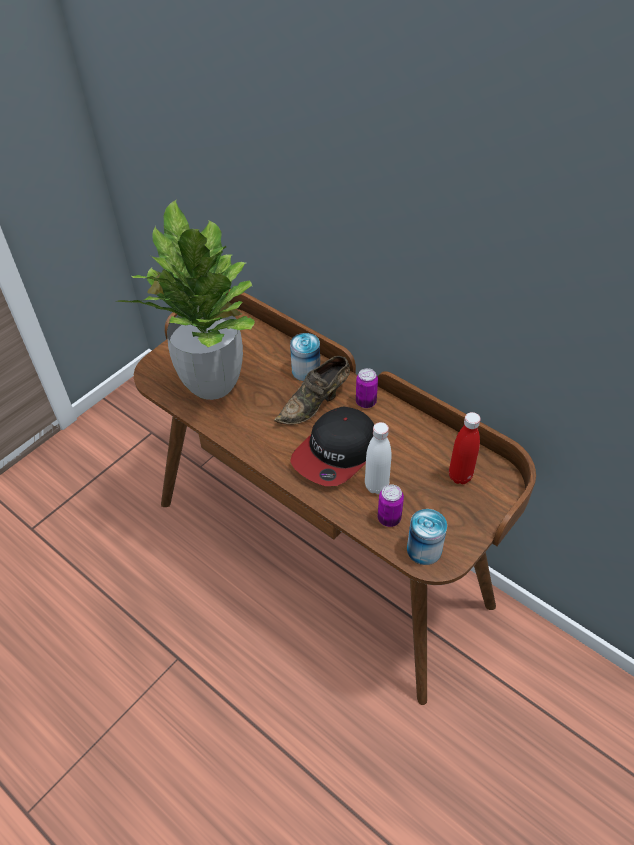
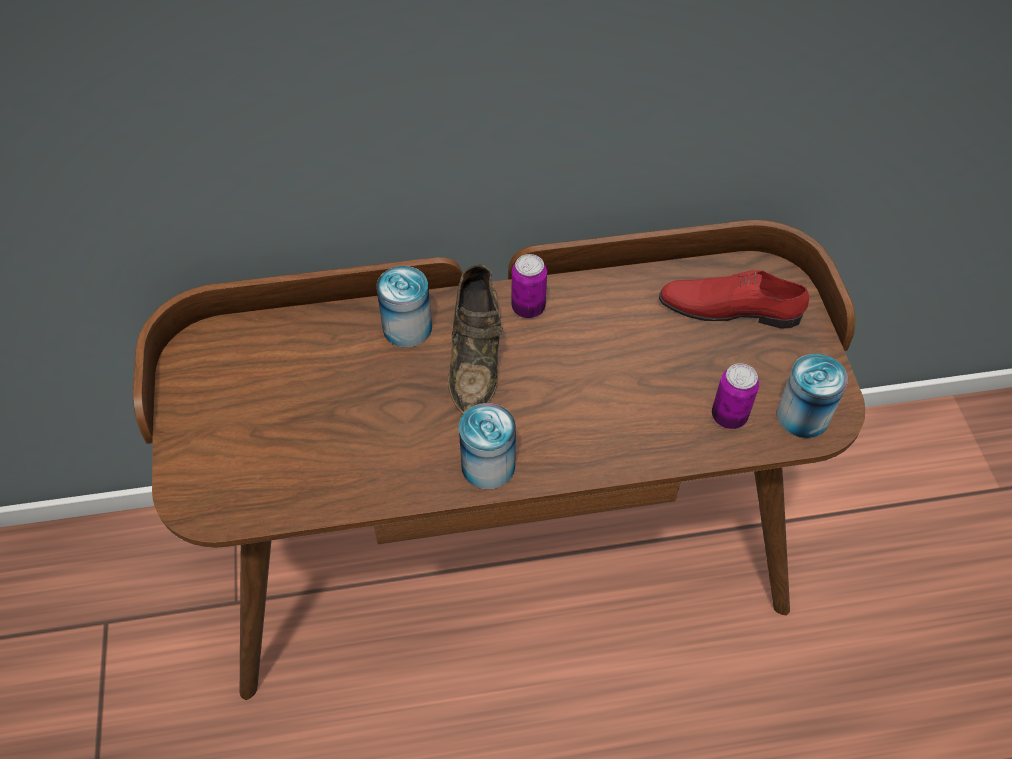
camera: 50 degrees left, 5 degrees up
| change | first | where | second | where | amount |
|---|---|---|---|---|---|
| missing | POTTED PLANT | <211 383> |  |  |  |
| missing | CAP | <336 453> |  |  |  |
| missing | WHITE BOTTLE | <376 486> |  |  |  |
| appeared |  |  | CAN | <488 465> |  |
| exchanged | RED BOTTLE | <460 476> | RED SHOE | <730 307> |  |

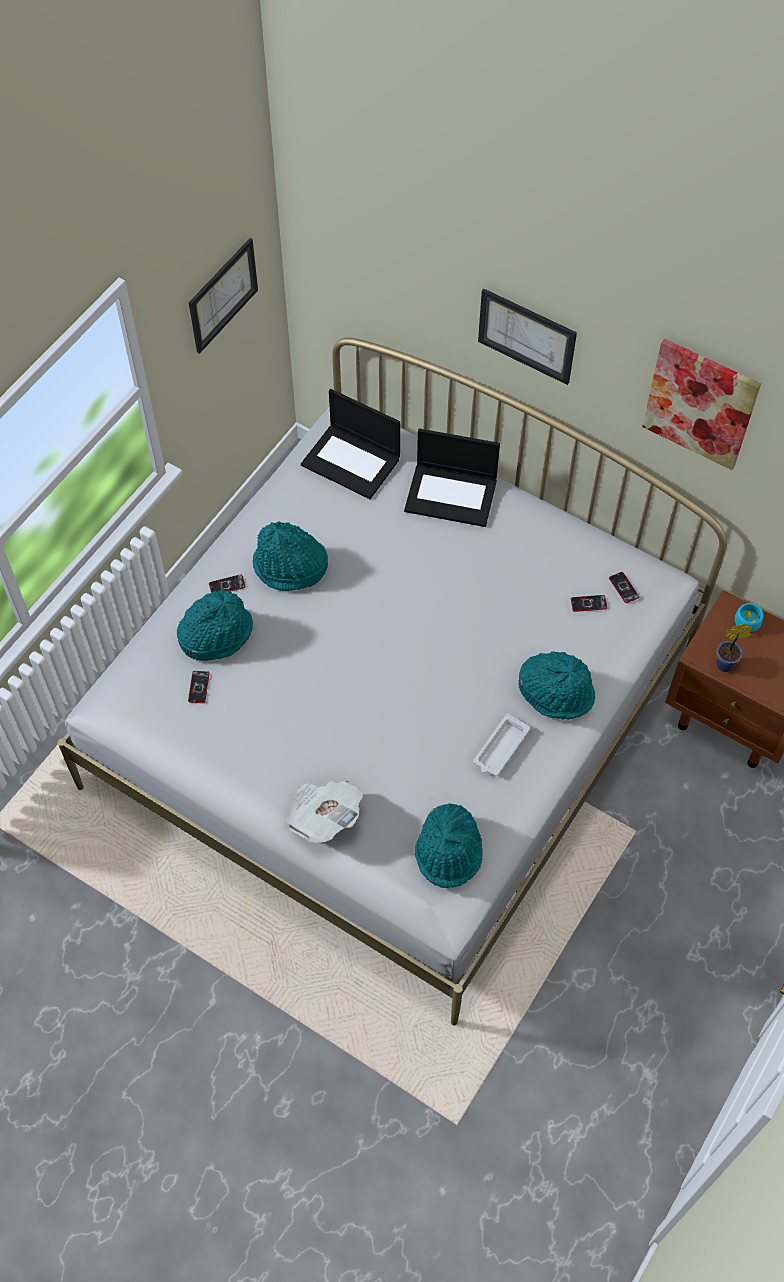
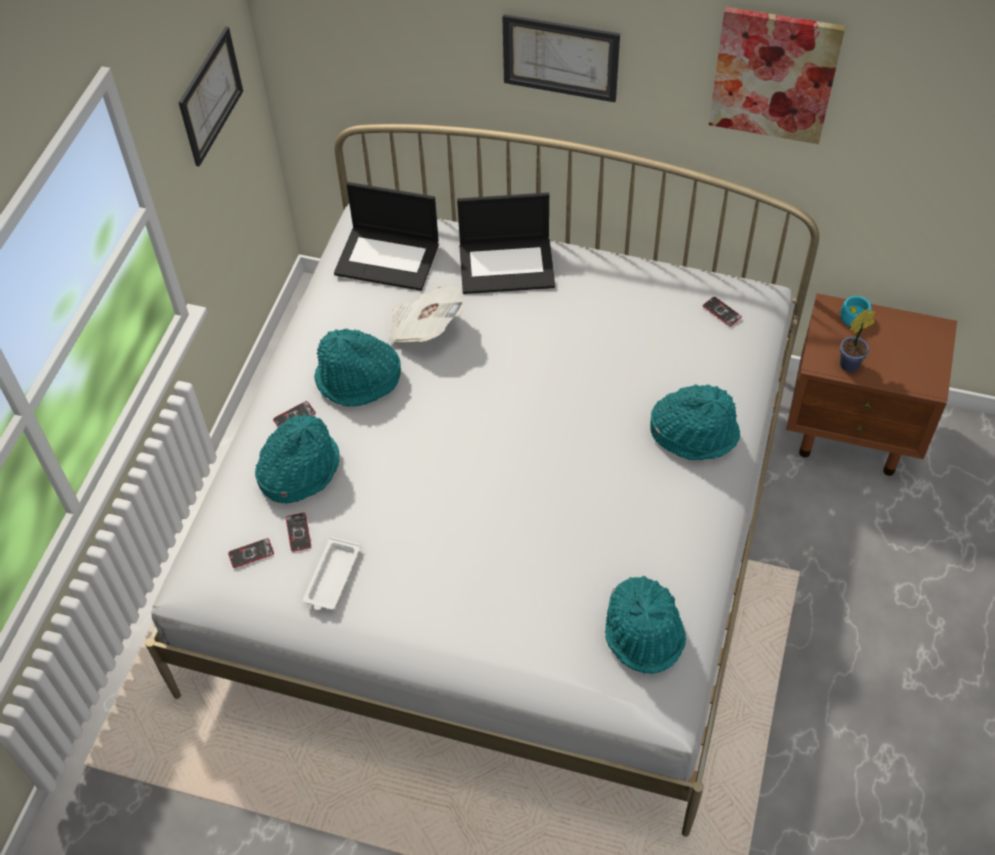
camera: 15 degrees left, 5 degrees down
| change | first | where | second | where | amount |
|---|---|---|---|---|---|
| relocated | NEWSPAPER | <323 816> |  | <425 328> |  |
| relocated | WHITE TRAY | <500 748> |  | <332 578> |  |
| relocated | PHONE | <588 603> |  | <251 553> |  |

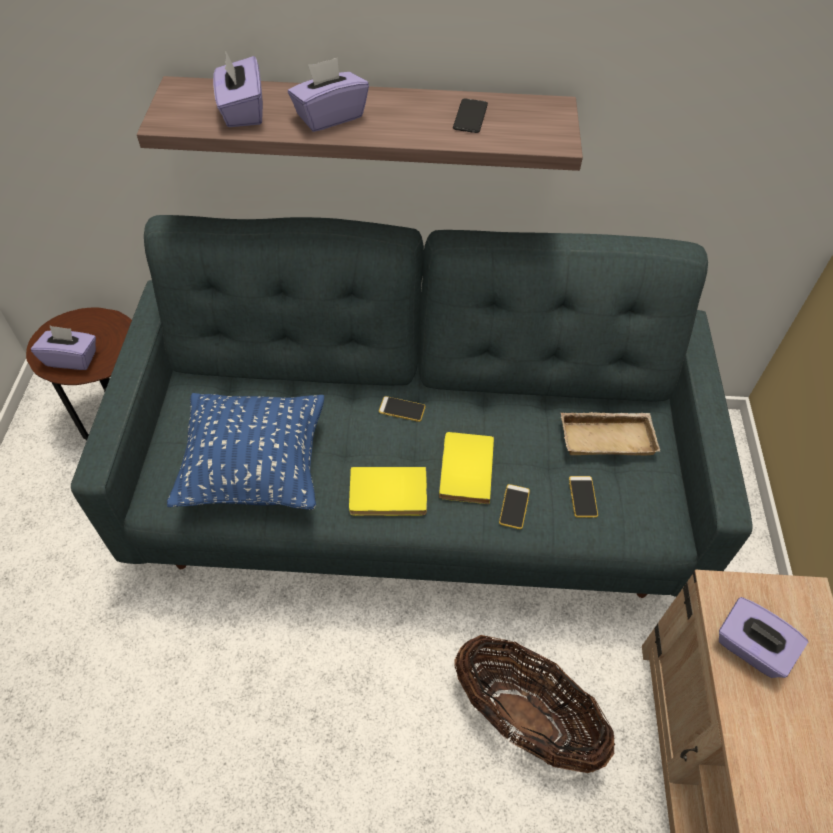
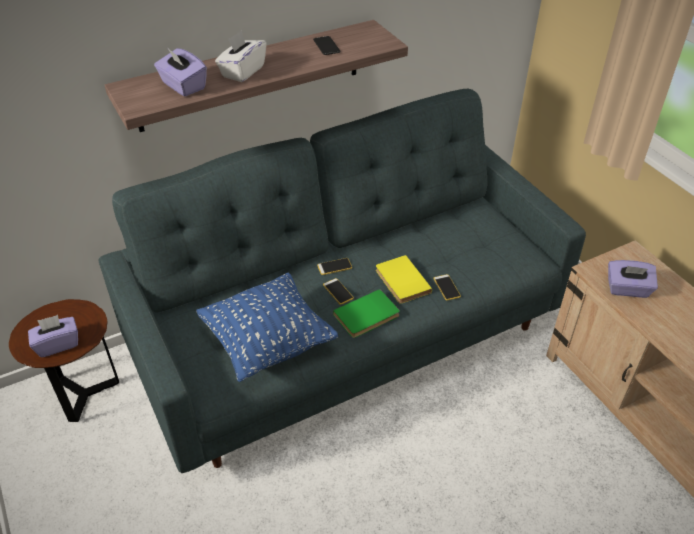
camera: 30 degrees left, 10 degrees down
| change | first | where | second | where | amount |
|---|---|---|---|---|---|
| missing | BASKET | <524 718> |  |  |  |
| missing | BEIGE TRAY | <607 436> |  |  |  |
| relocated | PHONE | <583 497> |  | <338 291> |  |
| colour | PURPLE TISSUE BOX | <329 116> | WHITE TISSUE BOX | <242 71> |  |
| colour | YELLOW BOOK | <388 495> | GREEN BOOK | <367 316> |  |

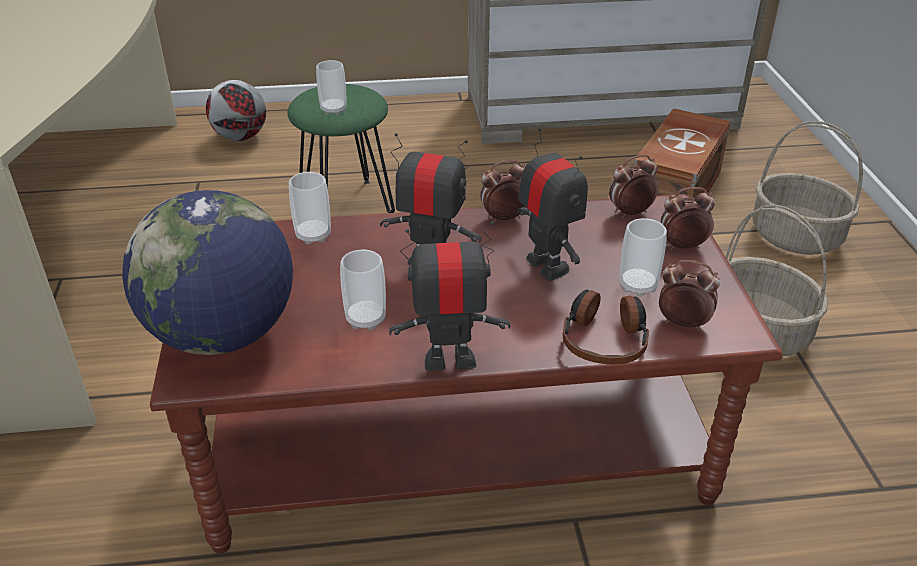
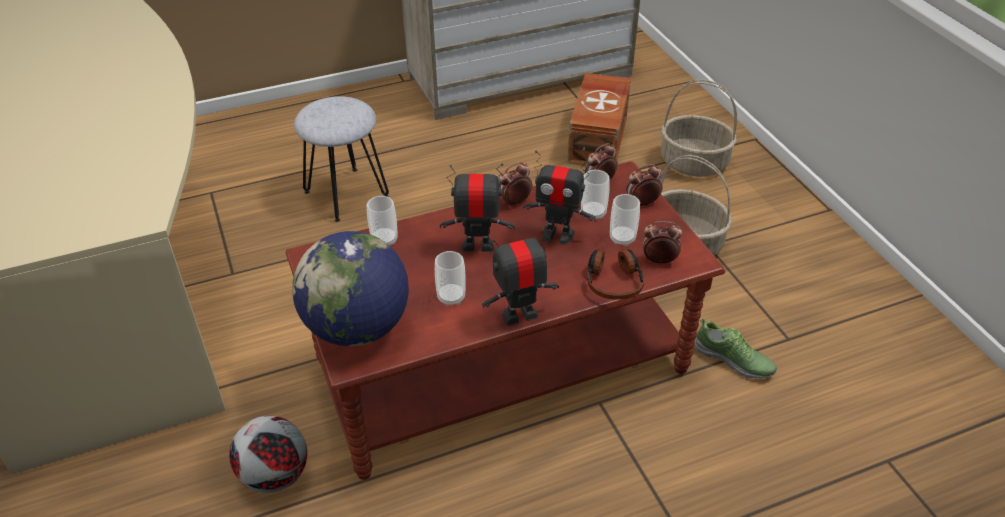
camera: 15 degrees left, 5 degrees up
| change | first | where | second | where | amount |
|---|---|---|---|---|---|
| appeared |  |  | SHOE | <733 360> |  |
| relocated | FOOTBALL | <239 137> |  | <274 476> |  |
| relocated | CUP | <333 110> |  | <593 213> |  |
| colour | GREEN STOOL | <346 206> | GREY STOOL | <346 194> |  |
| spun | TOY ROBOT | <547 266> |  | <557 234> | 150 degrees clockwise |

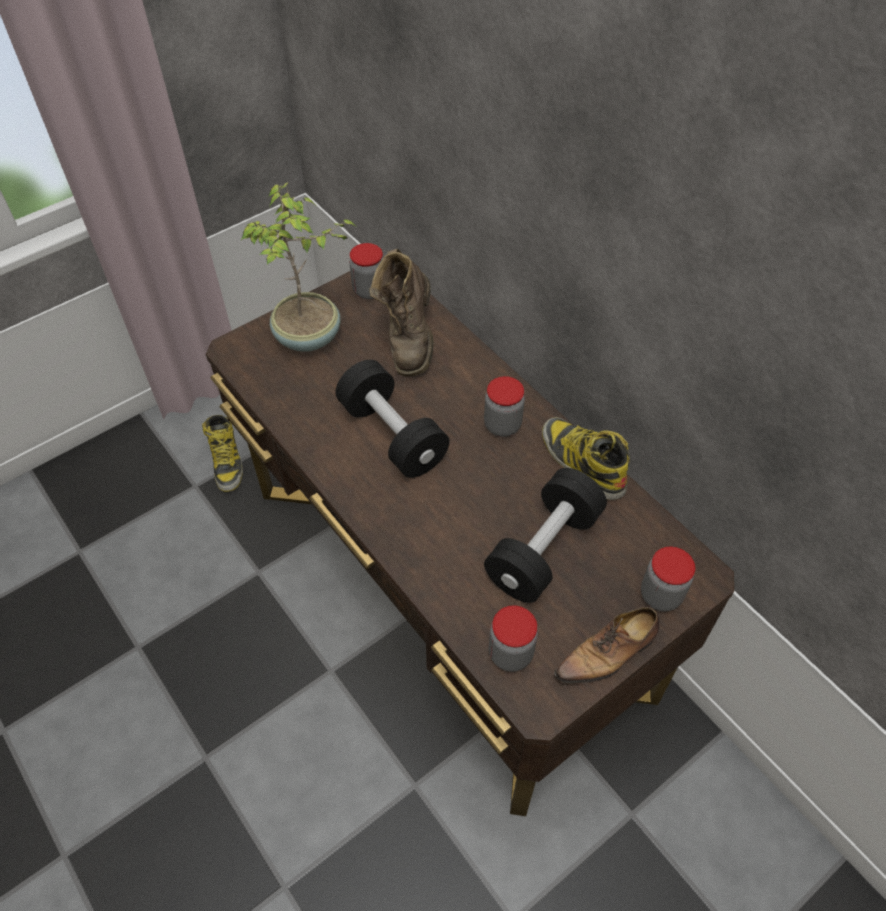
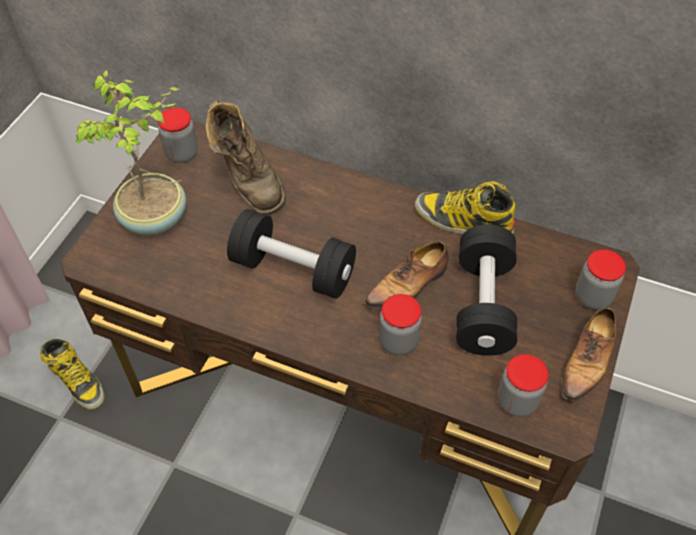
camera: 30 degrees left, 0 degrees up
| change | first | where | second | where | amount |
|---|---|---|---|---|---|
| appeared |  |  | SHOE | <409 284> |  |
| relocated | JAR | <502 425> |  | <398 341> |  |

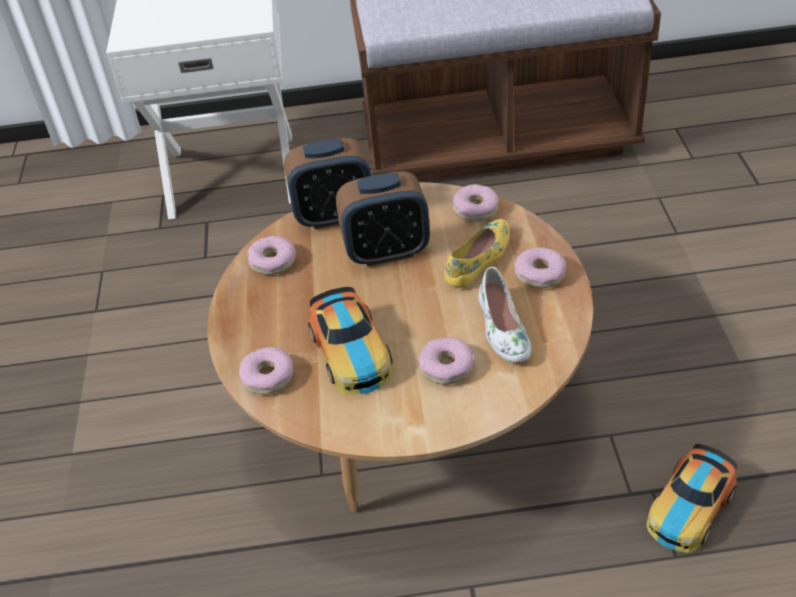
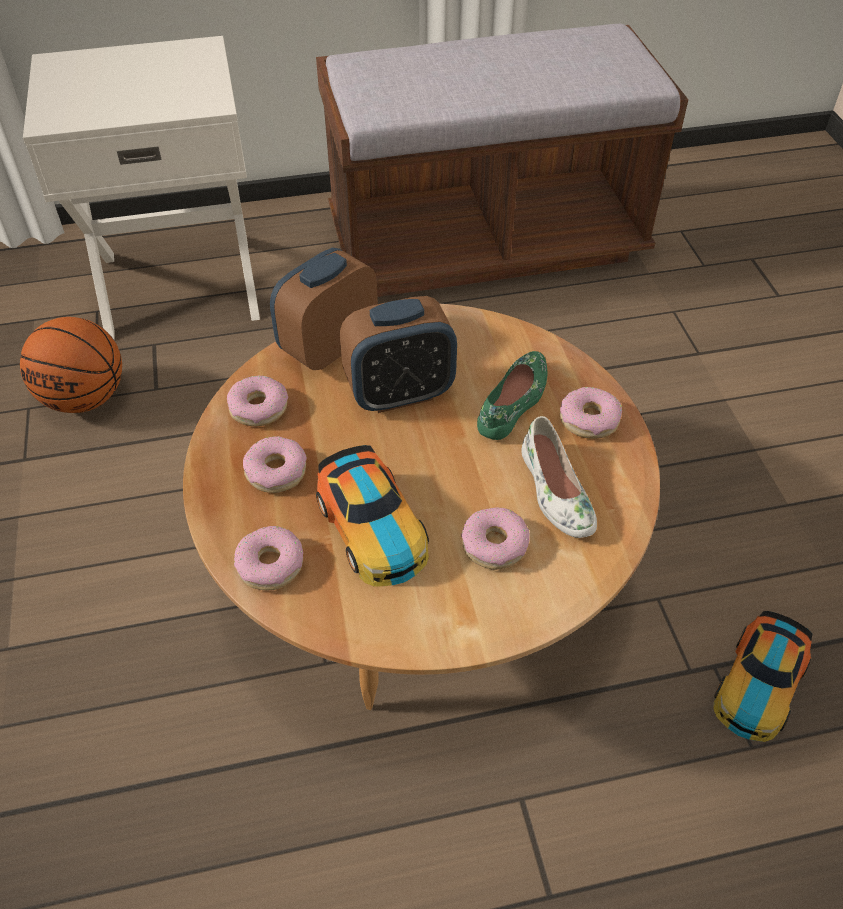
camera: 10 degrees left, 5 degrees up
| change | first | where | second | where | amount |
|---|---|---|---|---|---|
| appeared |  |  | BASKETBALL | <84 398> |  |
| relocated | DONUT | <475 209> |  | <275 471> |  |
| colour | YELLOW SHOE | <479 259> | GREEN SHOE | <514 402> |  |
| spun | ALARM CLOCK | <334 216> |  | <328 347> | 150 degrees clockwise |

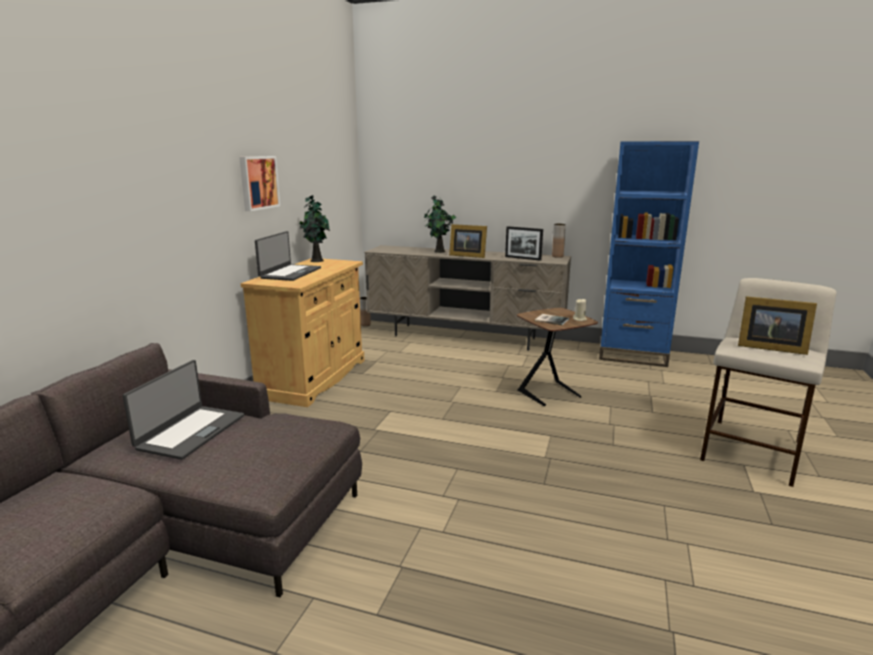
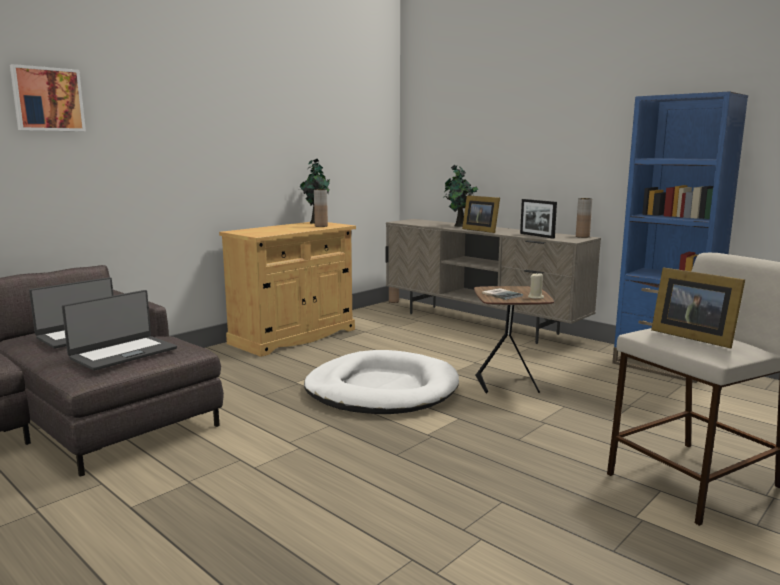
camera: 25 degrees right, 5 degrees down
| change | first | where | second | where | amount |
|---|---|---|---|---|---|
| appeared |  |  | WHITE DOG BED | <381 389> |  |
| appeared |  |  | BROWN VASE | <321 226> |  |
| relocated | PICTURE | <258 182> |  | <47 99> |  |
| relocated | LAPTOP | <290 273> |  | <123 353> |  |

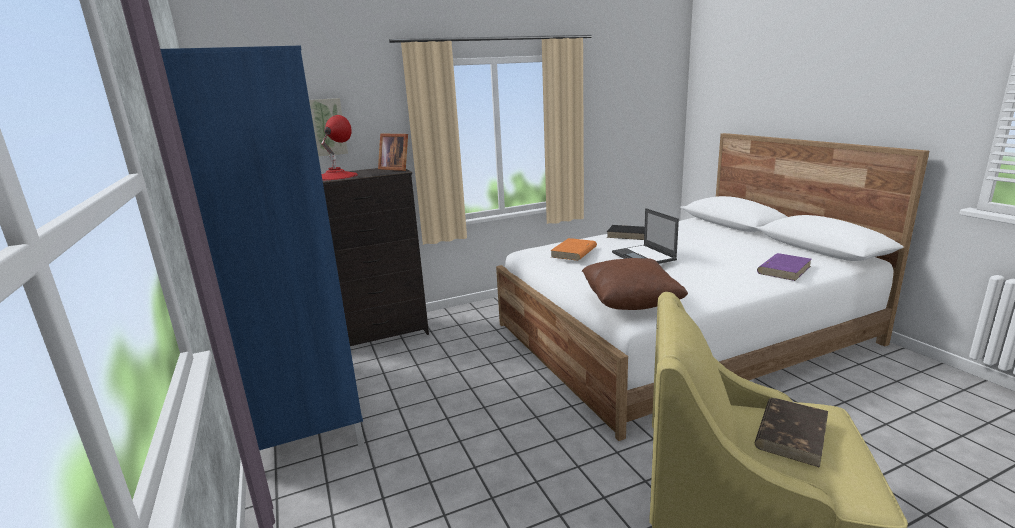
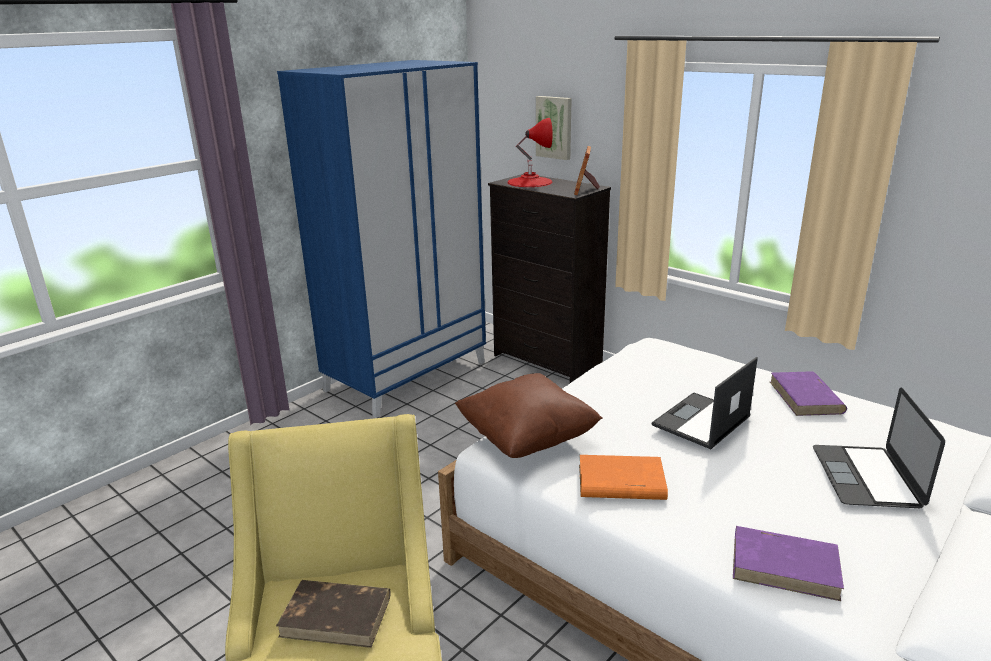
camera: 65 degrees right, 5 degrees up
| change | first | where | second | where | amount |
|---|---|---|---|---|---|
| appeared |  |  | LAPTOP | <866 476> |  |
| relocated | ORANGE BOOK | <573 252> |  | <620 483> |  |
| colour | BLACK BOOK | <630 235> | PURPLE BOOK | <806 397> |  |

